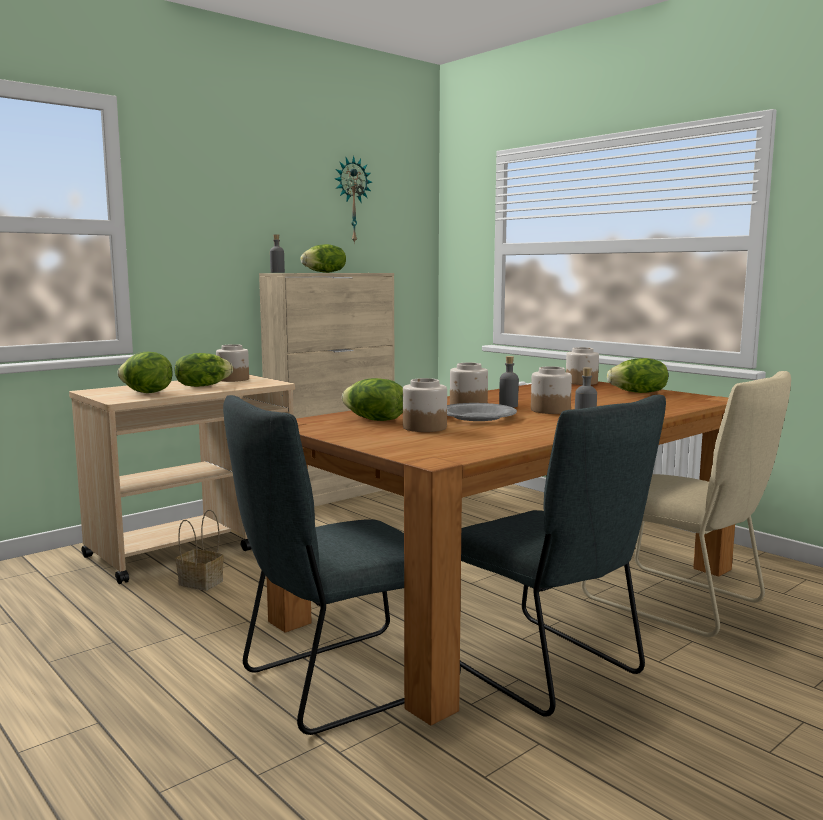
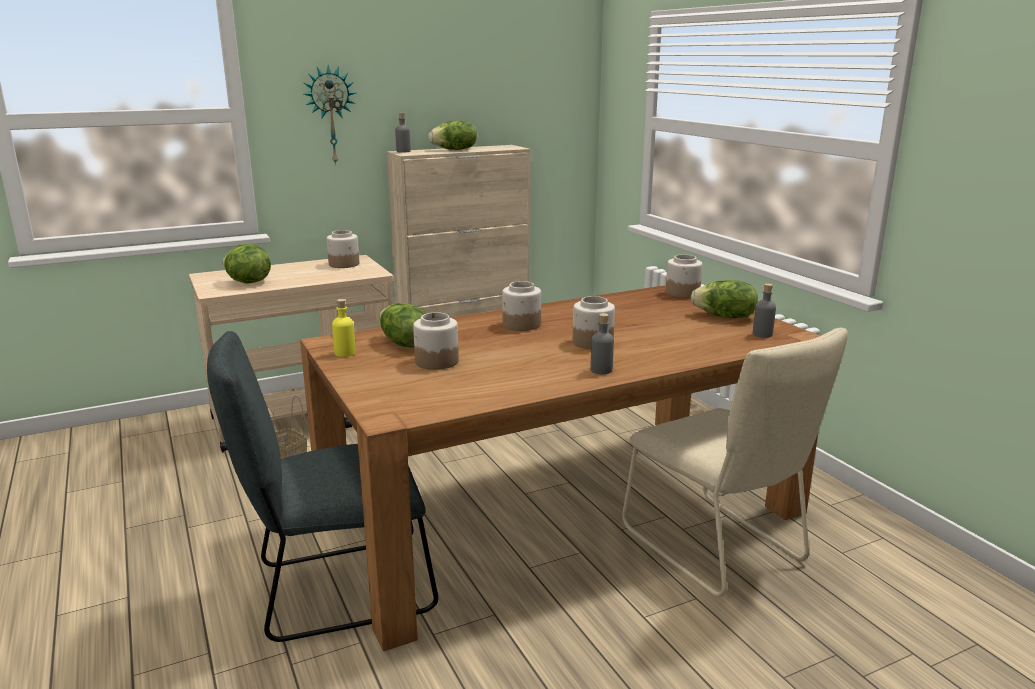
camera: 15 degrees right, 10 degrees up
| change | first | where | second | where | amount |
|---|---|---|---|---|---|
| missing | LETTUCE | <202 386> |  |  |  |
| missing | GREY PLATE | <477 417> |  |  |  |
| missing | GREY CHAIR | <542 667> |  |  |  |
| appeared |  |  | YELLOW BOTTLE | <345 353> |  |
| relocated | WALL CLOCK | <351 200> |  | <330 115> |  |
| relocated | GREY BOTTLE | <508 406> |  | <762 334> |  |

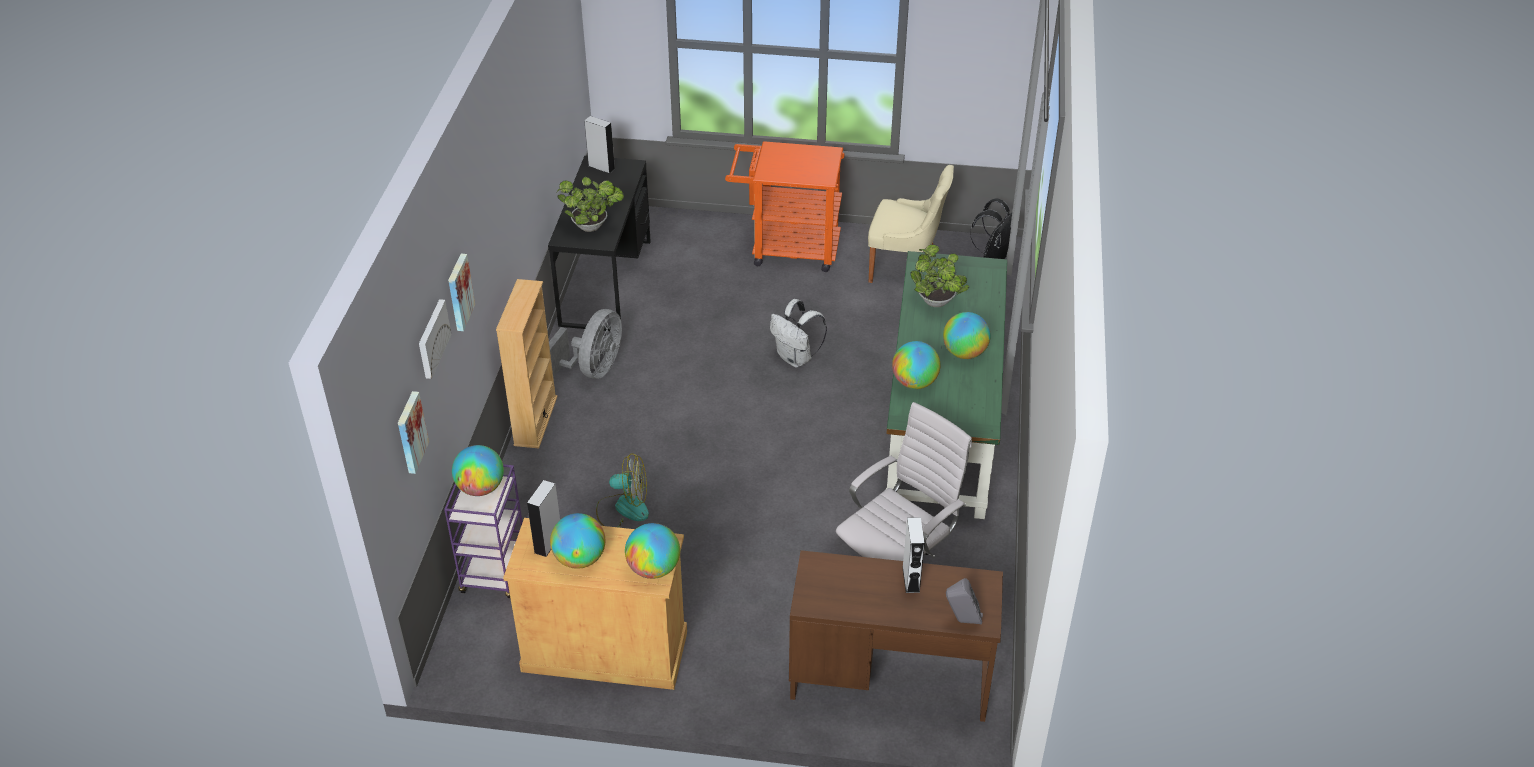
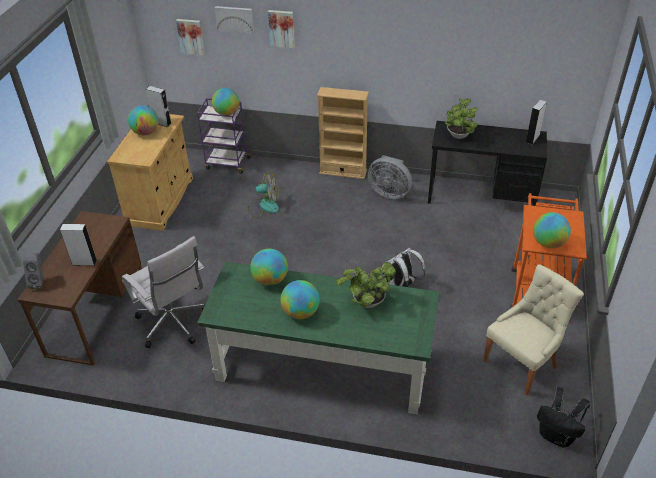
camera: 95 degrees right, 0 degrees up
| change | first | where | second | where | amount |
|---|---|---|---|---|---|
| relocated | GLOBE | <653 569> |  | <548 243> |  |
| spun | FAN | <623 508> |  | <264 206> | 90 degrees counterclockwise |
| spun | BEIGE CHAIR | <905 269> |  | <522 363> | 150 degrees counterclockwise |

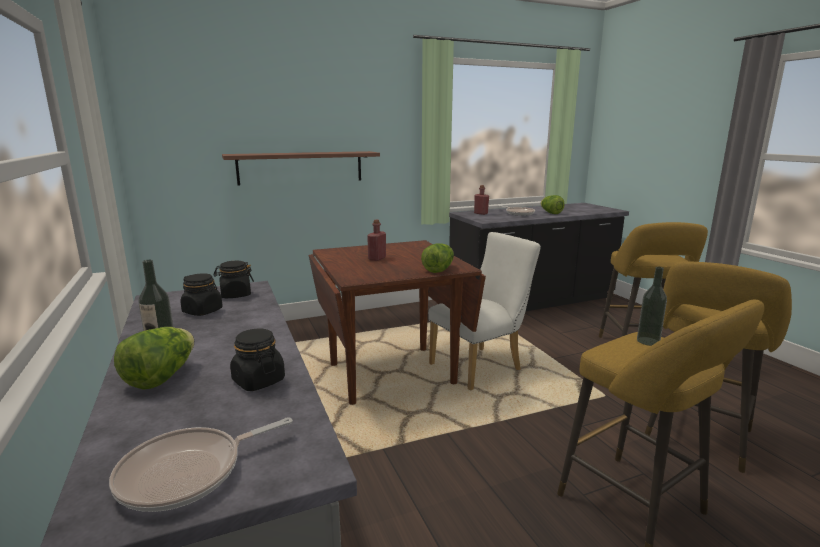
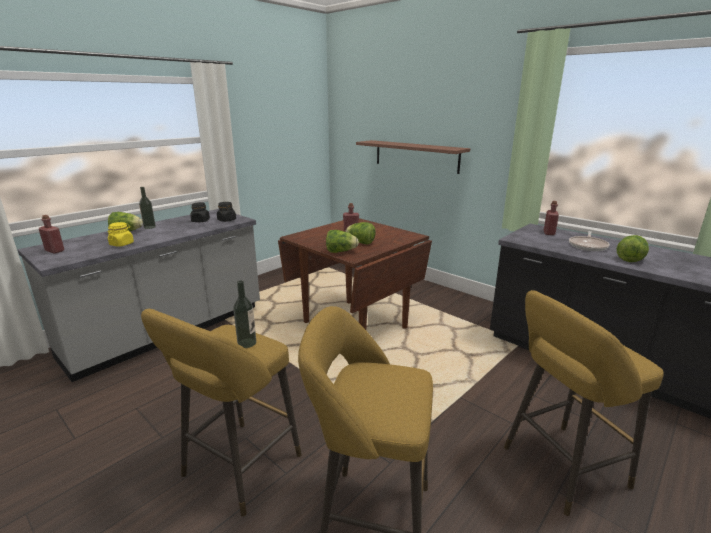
camera: 65 degrees right, 5 degrees up
| change | first | where | second | where | amount |
|---|---|---|---|---|---|
| missing | WHITE CHAIR | <480 366> |  |  |  |
| appeared |  |  | LETTUCE | <360 242> |  |
| exchanged | FRYING PAN | <188 473> | RED BOTTLE | <55 251> |  |
| colour | BLACK JAR | <258 380> | YELLOW JAR | <122 244> |  |

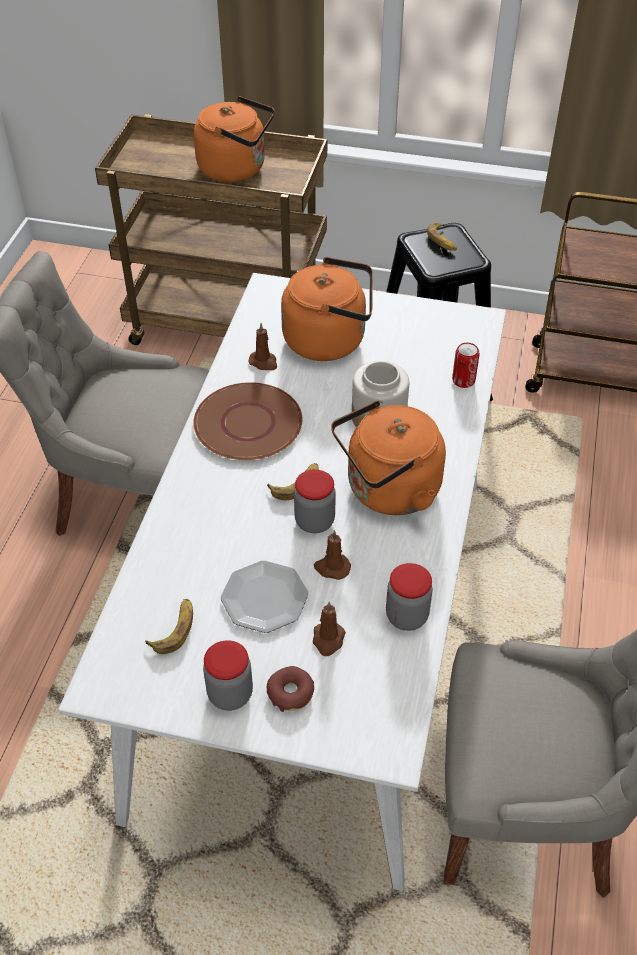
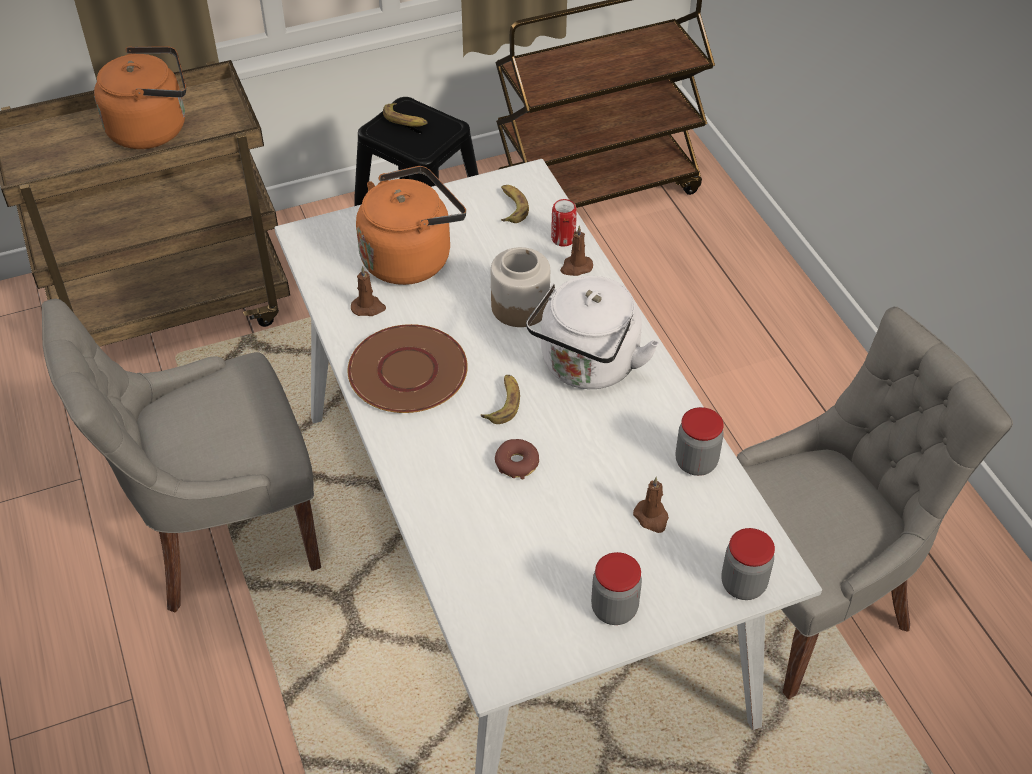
camera: 35 degrees left, 0 degrees up
| change | first | where | second | where | amount |
|---|---|---|---|---|---|
| missing | PLATE | <264 598> |  |  |  |
| relocated | BANANA | <174 629> |  | <511 207> |  |
| relocated | DONUT | <290 693> |  | <517 463> |  |
| relocated | JAR | <314 521> |  | <743 584> |  |
| relocated | BROWN CANDLE | <332 567> |  | <576 267> |  |
| colour | ORANGE KETTLE | <388 491> | WHITE KETTLE | <587 367> |  |

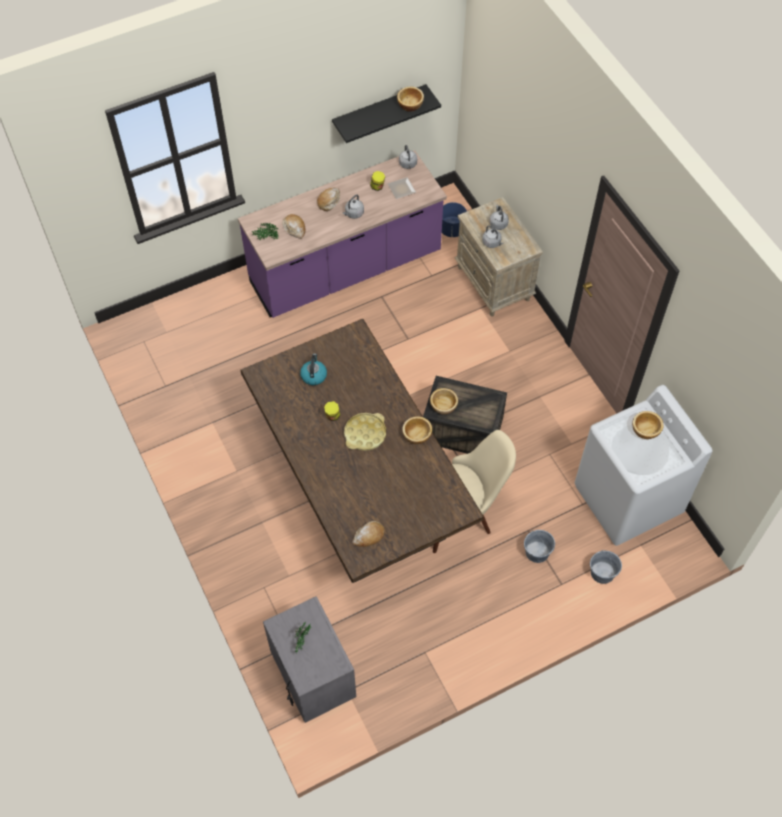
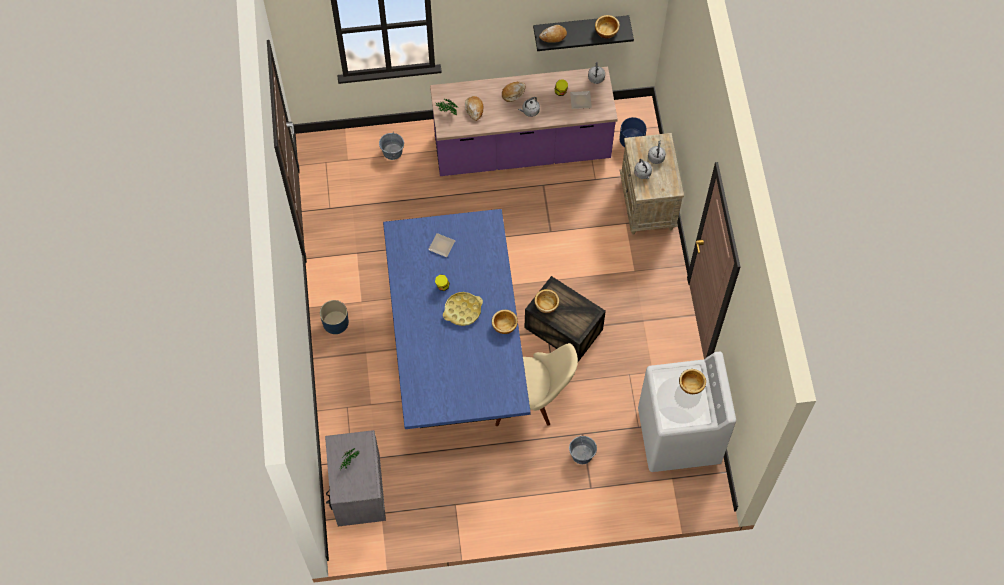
camera: 20 degrees right, 5 degrees up
| change | first | where | second | where | amount |
|---|---|---|---|---|---|
| appeared |  |  | BLUE PLANTER | <335 322> |  |
| relocated | BREAD | <369 536> |  | <553 36> |  |
| relocated | GREY BUCKET | <602 572> |  | <392 151> |  |
| exchanged | KETTLE | <313 375> | PLATE | <440 246> |  |
| colour | BROWN DINING TABLE | <359 487> | BLUE DINING TABLE | <456 349> |  |

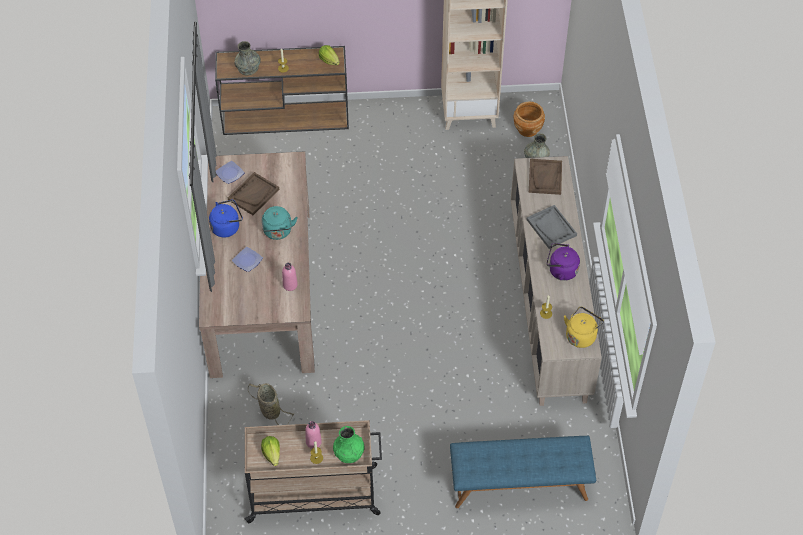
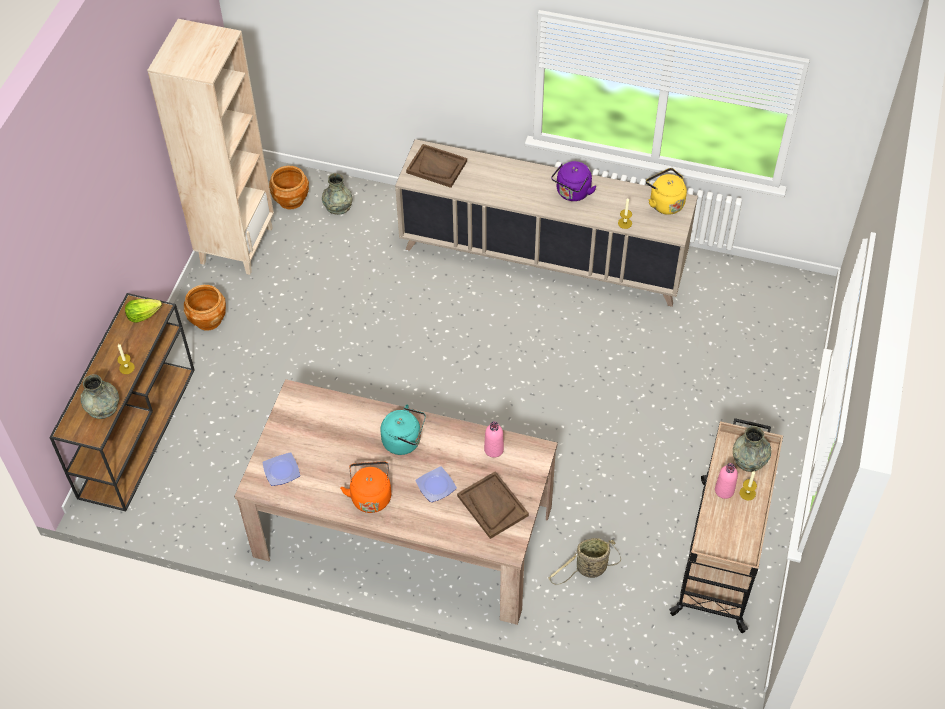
camera: 70 degrees left, 0 degrees up
| change | first | where | second | where | amount |
|---|---|---|---|---|---|
| missing | LETTUCE | <272 454> |  |  |  |
| missing | BLUE BENCH | <519 485> |  |  |  |
| missing | GREY TRAY | <551 228> |  |  |  |
| appeared |  |  | BROWN PLANTER | <208 319> |  |
| relocated | BROWN TRAY | <253 194> |  | <492 506> |  |
| colour | BLUE KETTLE | <227 227> | ORANGE KETTLE | <370 495> |  |
| colour | GREEN VASE | <349 453> | GREY VASE | <749 458> |  |

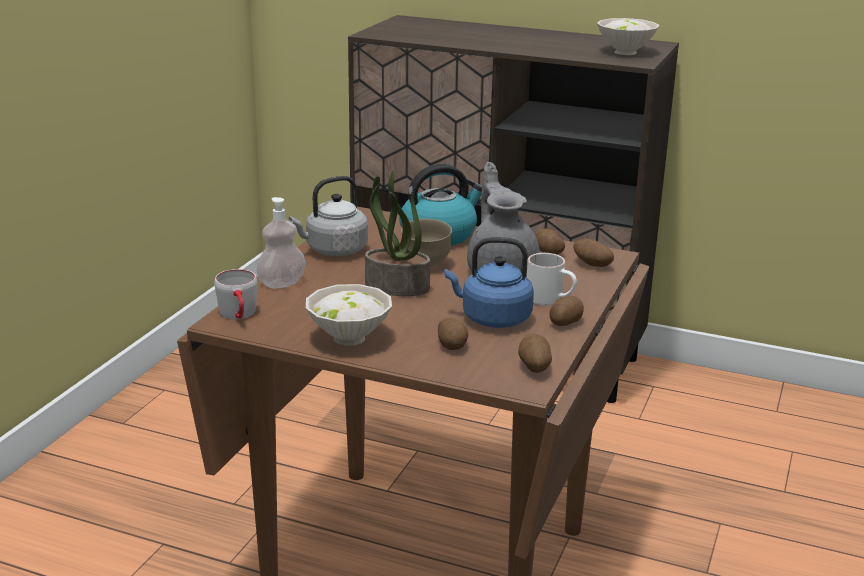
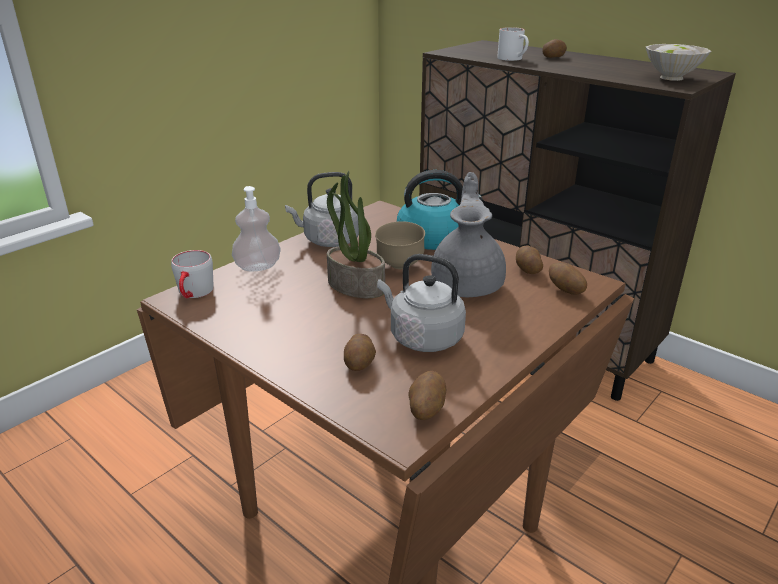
camera: 20 degrees right, 5 degrees up
| change | first | where | second | where | amount |
|---|---|---|---|---|---|
| missing | WHITE BOWL | <351 337> |  |  |  |
| relocated | WHITE MUG | <551 299> |  | <513 59> |  |
| relocated | POTATO | <565 322> |  | <553 57> |  |
| colour | BLUE KETTLE | <492 318> | GREY KETTLE | <422 337> |  |

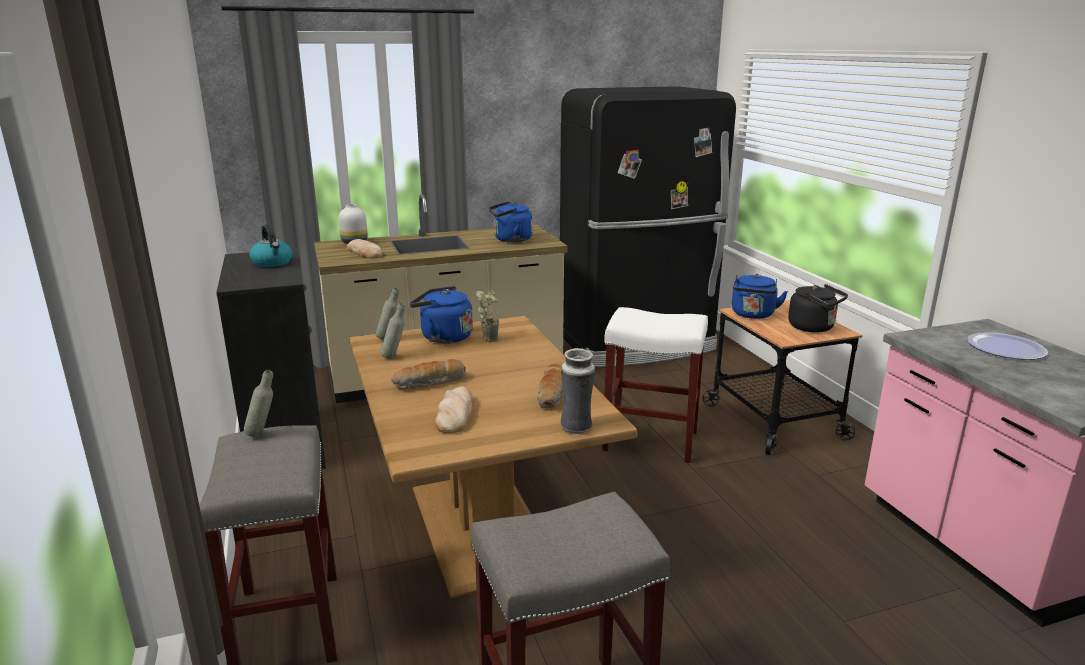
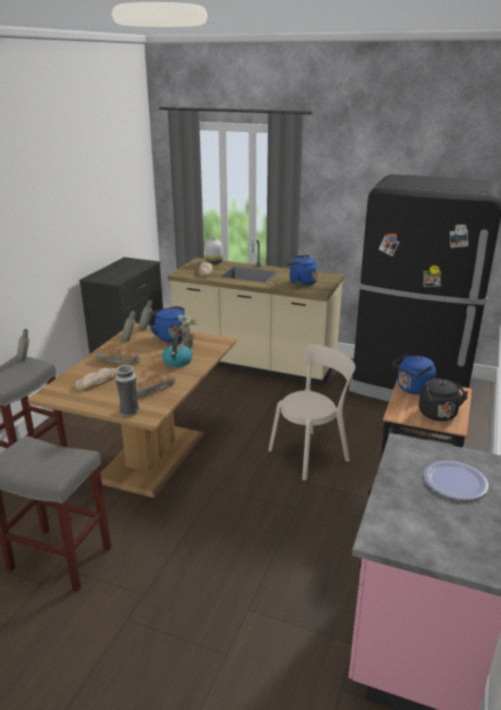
camera: 40 degrees right, 5 degrees up
| change | first | where | second | where | amount |
|---|---|---|---|---|---|
| relocated | KETTLE | <272 263> |  | <177 362> |  |
| exchanged | WHITE STOOL | <652 440> | BEIGE CHAIR | <311 454> |  |

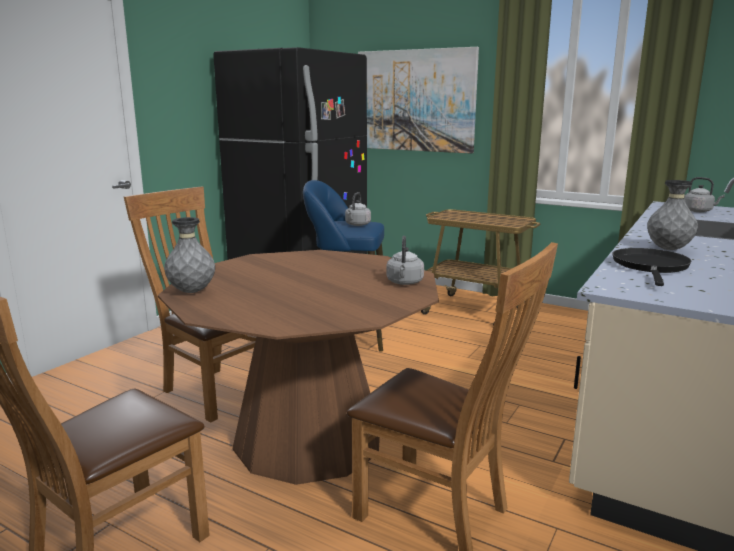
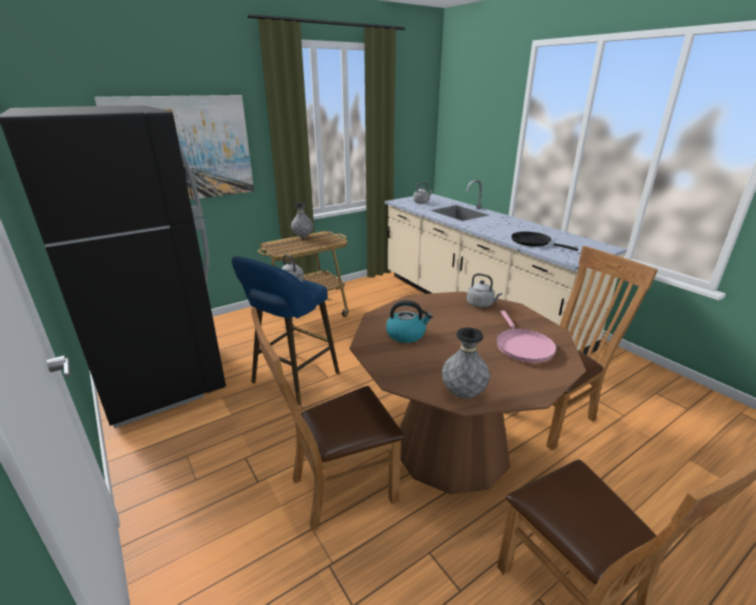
camera: 65 degrees left, 10 degrees up
| change | first | where | second | where | amount |
|---|---|---|---|---|---|
| appeared |  |  | KETTLE | <406 334> |  |
| appeared |  |  | PINK FRYING PAN | <522 346> |  |
| relocated | GREY VASE | <668 249> |  | <303 237> |  |

